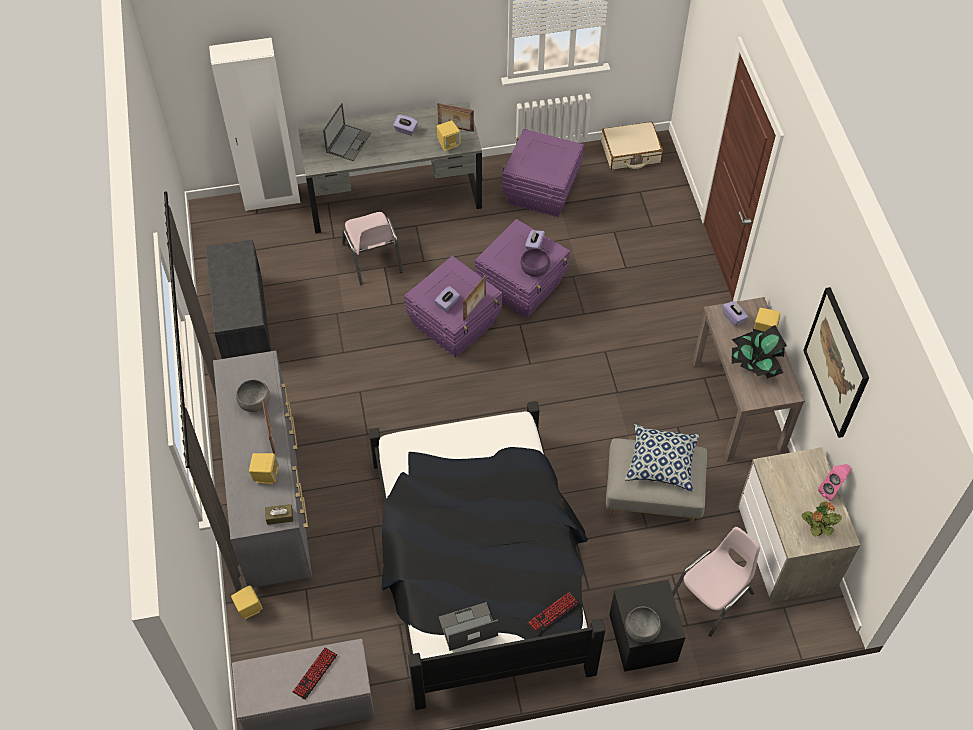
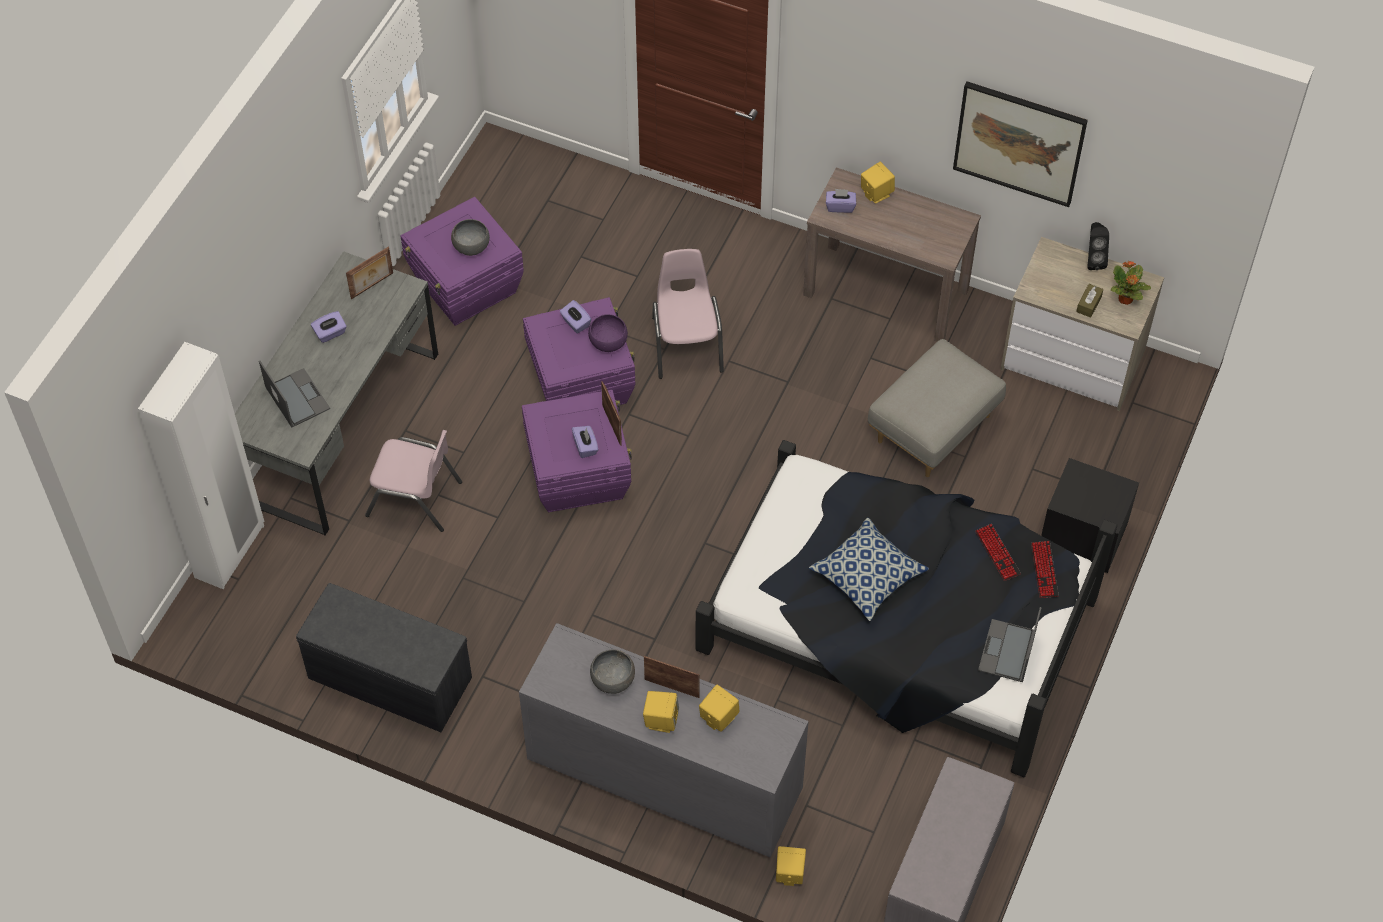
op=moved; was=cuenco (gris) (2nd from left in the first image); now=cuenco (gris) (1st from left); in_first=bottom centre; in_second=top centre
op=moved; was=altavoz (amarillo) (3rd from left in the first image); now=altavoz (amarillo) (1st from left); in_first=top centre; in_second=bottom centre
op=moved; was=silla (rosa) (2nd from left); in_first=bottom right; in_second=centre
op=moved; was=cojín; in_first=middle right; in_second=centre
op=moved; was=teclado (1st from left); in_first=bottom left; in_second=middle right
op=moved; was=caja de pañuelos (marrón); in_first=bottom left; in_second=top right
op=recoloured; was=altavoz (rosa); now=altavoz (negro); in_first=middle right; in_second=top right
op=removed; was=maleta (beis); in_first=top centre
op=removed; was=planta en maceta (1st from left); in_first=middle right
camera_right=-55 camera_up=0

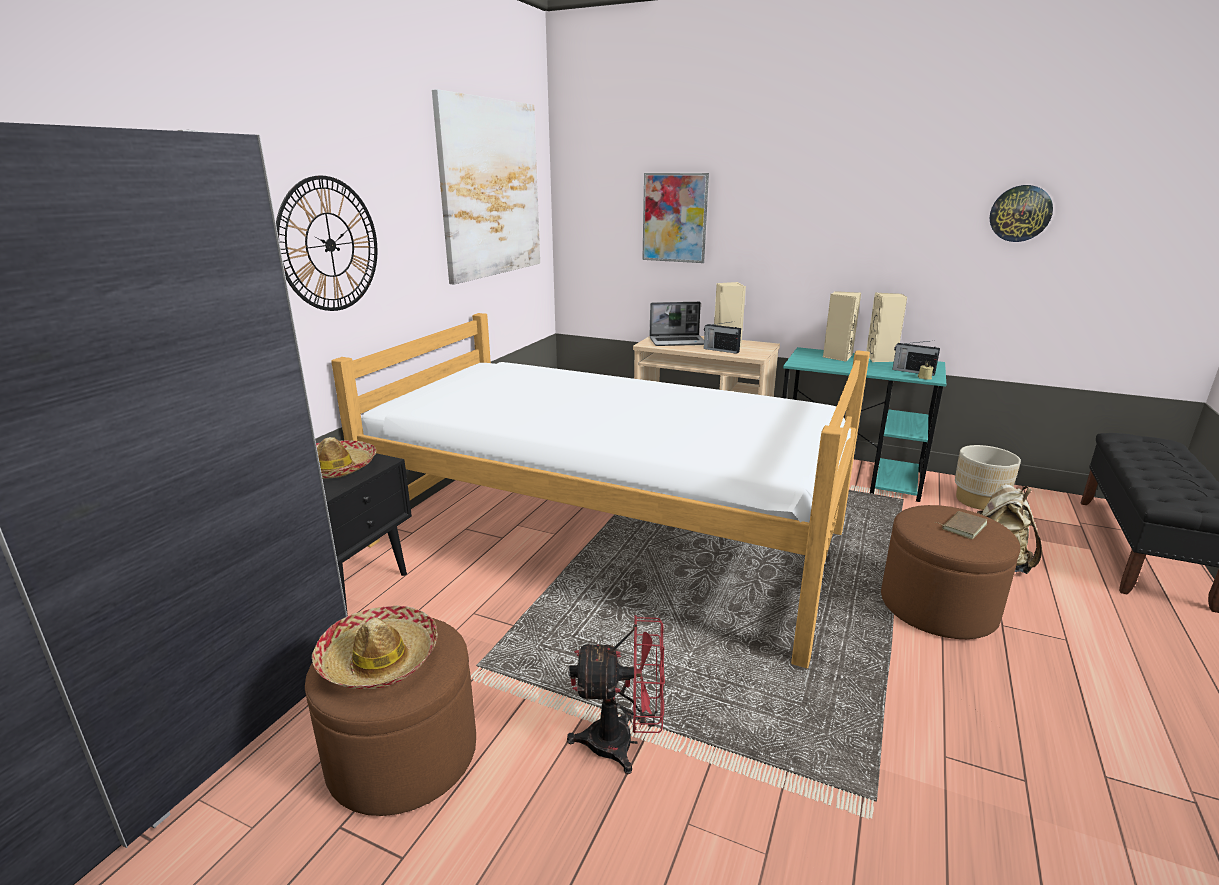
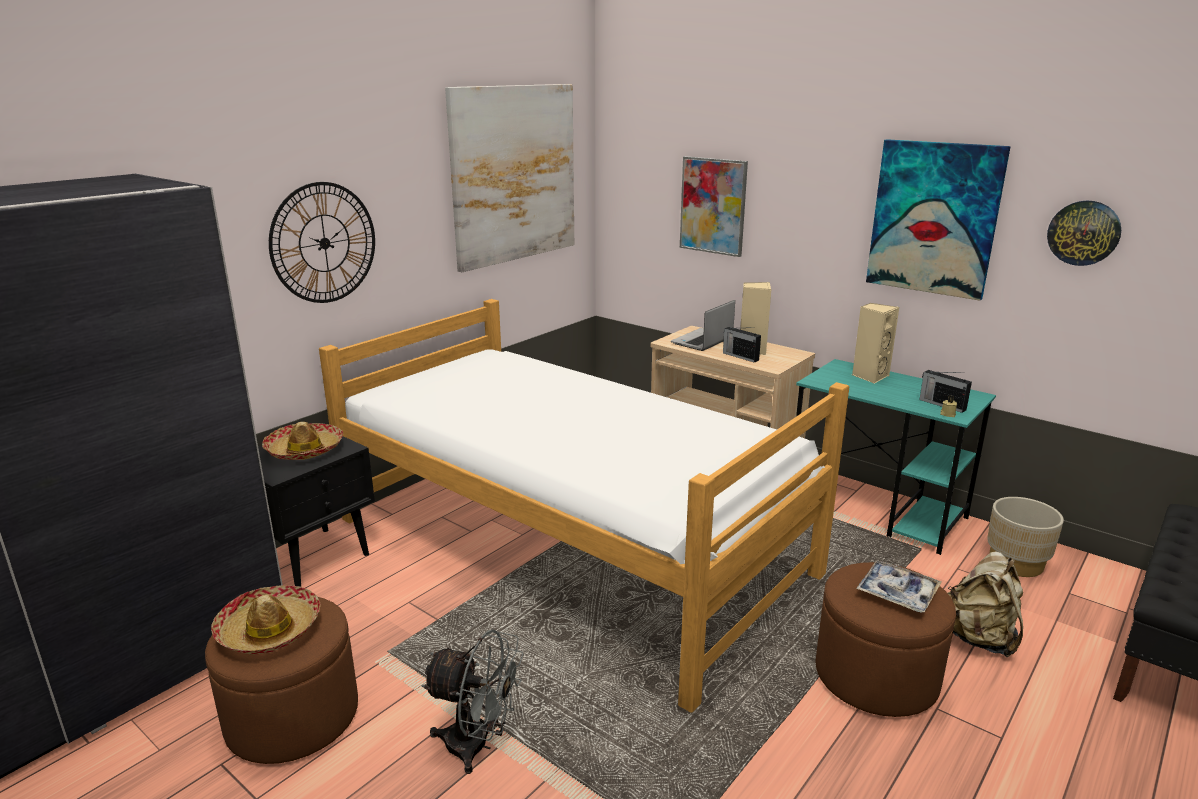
op=recoloured; was=ventilador (rojo); now=ventilador (gris); in_first=bottom centre; in_second=bottom centre
op=turned; was=portátil; in_first=centre; in_second=centre; clockwise=120
op=replaced; was=libro (marrón); now=bandeja; in_first=middle right; in_second=bottom right
op=added; now=cuadro (3rd from left); in_second=top right
op=removed; was=altavoz (beis) (3rd from left); in_first=middle right
camera_right=15 camera_up=0

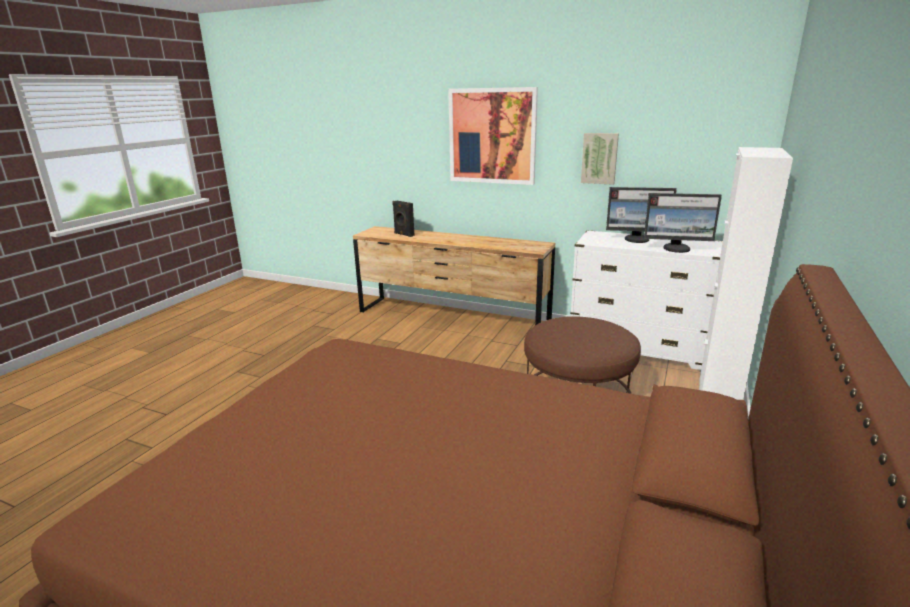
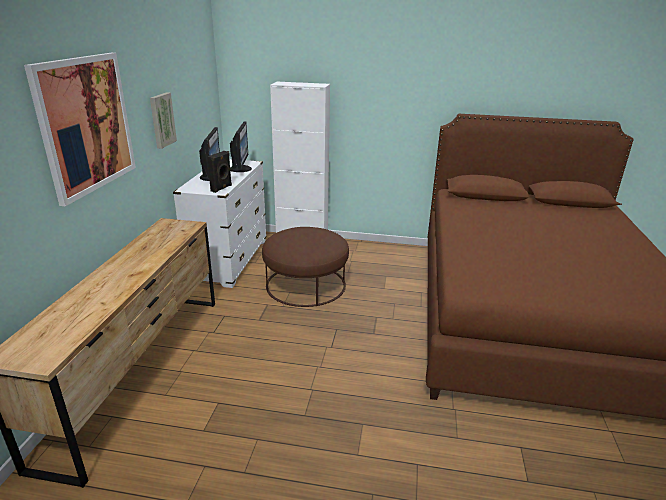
op=moved; was=altavoz (negro); in_first=centre; in_second=middle left
camera_right=-105 camera_up=5

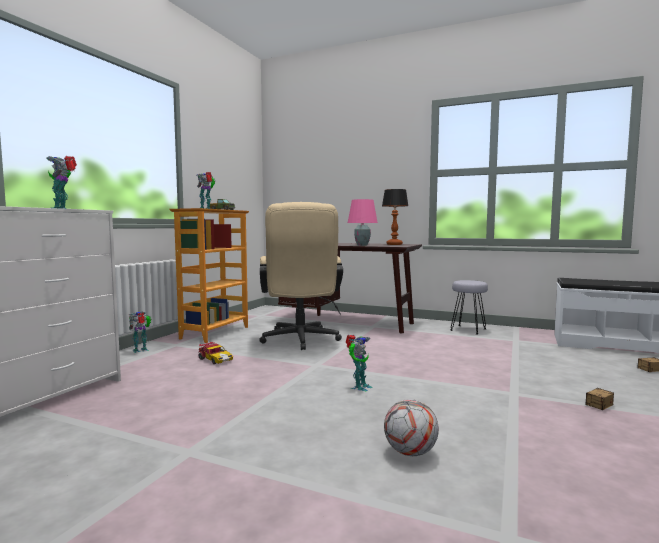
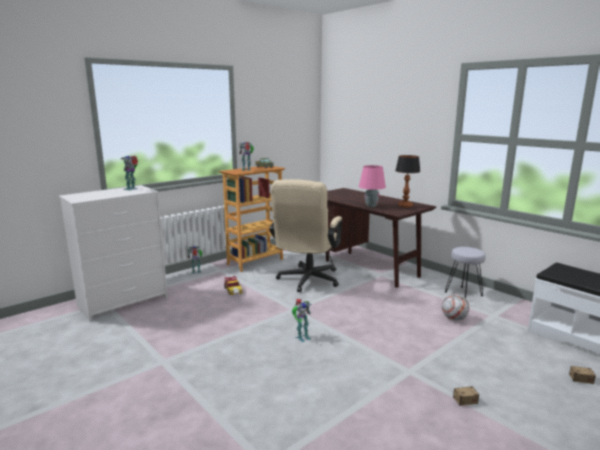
op=moved; was=balón de fútbol; in_first=bottom centre; in_second=bottom right
camera_right=25 camera_up=10

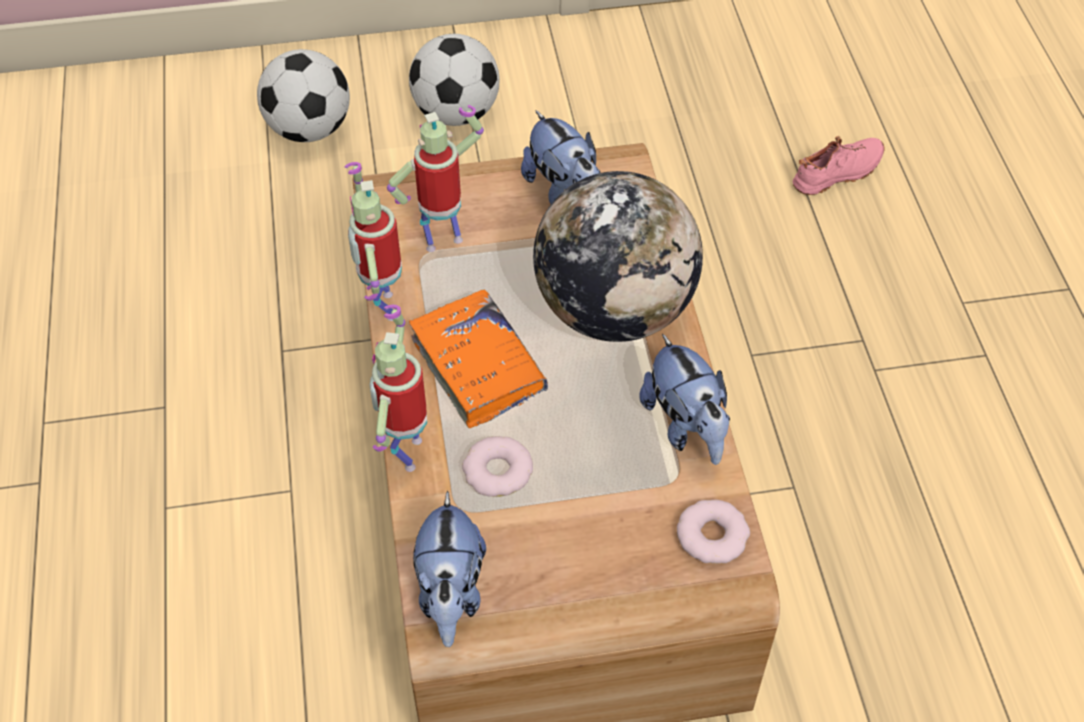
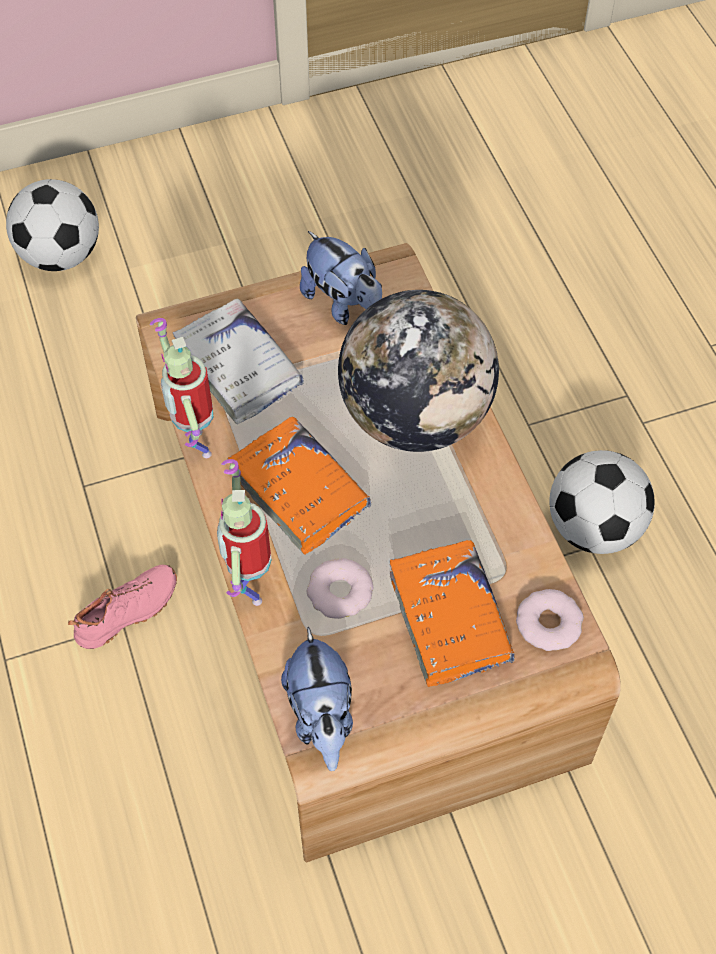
op=moved; was=zapato (rosa); in_first=top right; in_second=middle left
op=replaced; was=robot de juguete (3rd from left); now=libro (blanco); in_first=top centre; in_second=middle left
op=added; now=libro (naranja) (2nd from left); in_second=centre
op=moved; was=balón de fútbol (2nd from left); in_first=top centre; in_second=middle right
op=removed; was=peluche (3rd from left); in_first=centre
camera_right=-10 camera_up=5

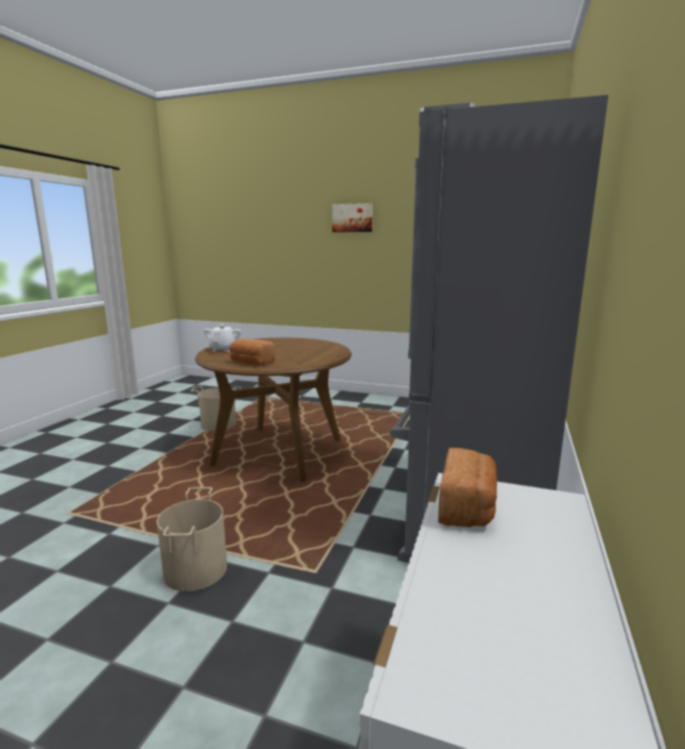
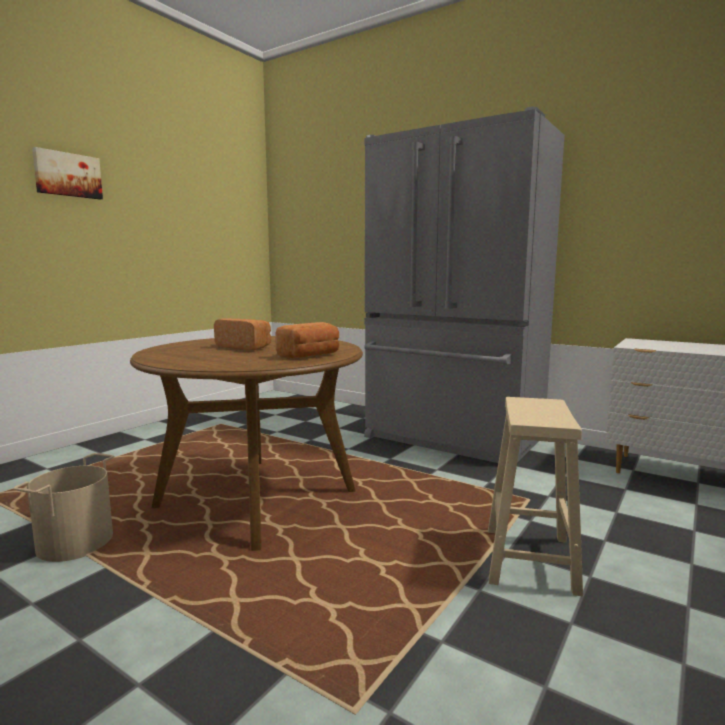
op=moved; was=pan (2nd from left in the first image); now=pan (1st from left); in_first=middle right; in_second=centre
op=replaced; was=cubo (beis) (1st from left); now=taburete (beis); in_first=bottom left; in_second=bottom right
op=removed; was=tetera (blanco); in_first=middle left
camera_right=-75 camera_up=-5

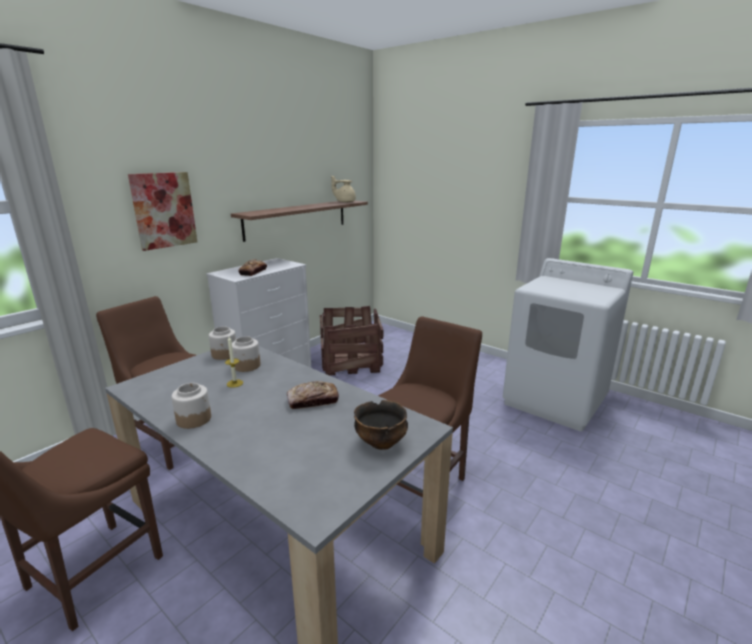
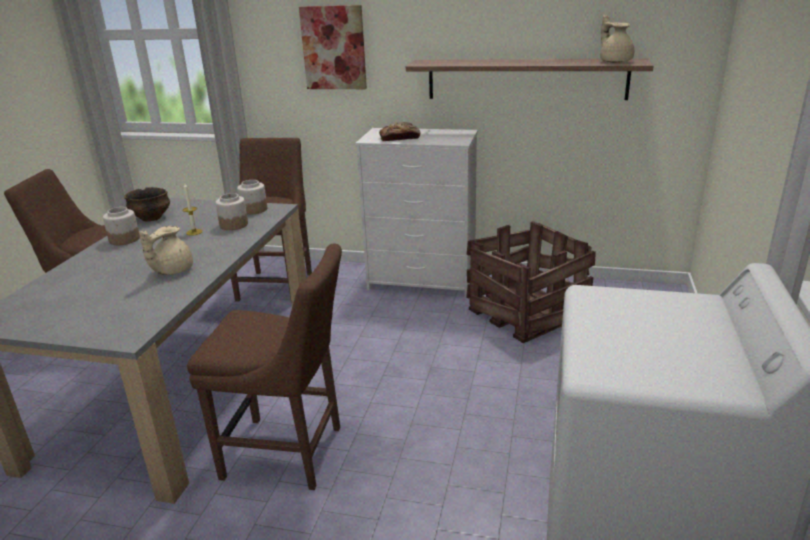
op=moved; was=cuenco; in_first=centre; in_second=middle left
op=replaced; was=pan (2nd from left); now=tetera (beis) (1st from left); in_first=centre; in_second=middle left
camera_right=65 camera_up=5

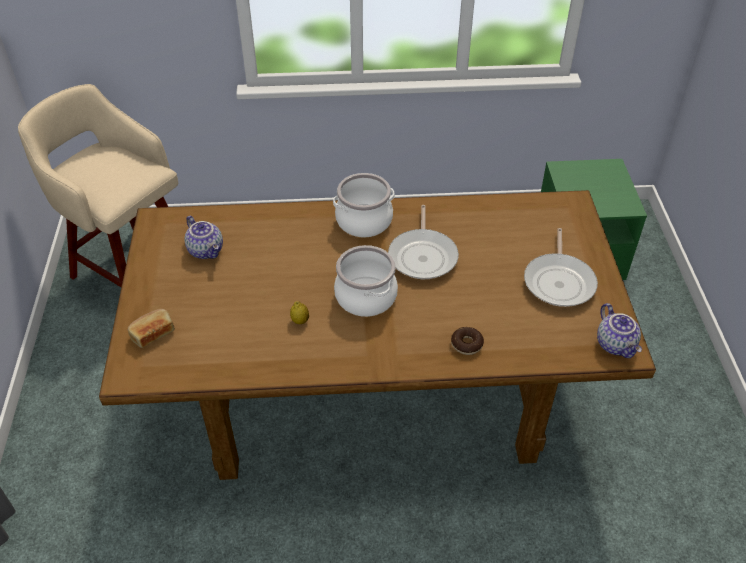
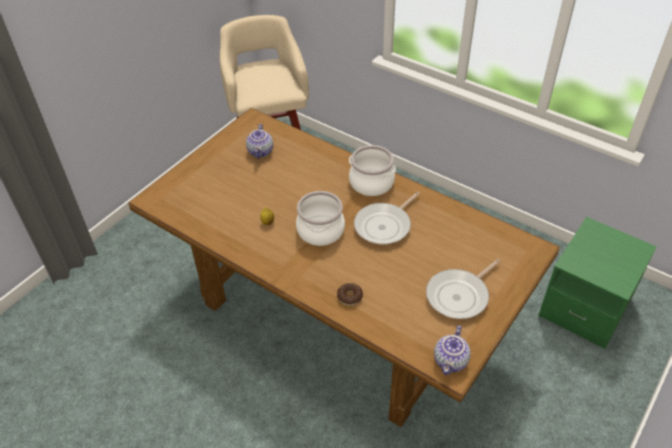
op=removed; was=pan; in_first=middle left
camera_right=40 camera_up=0

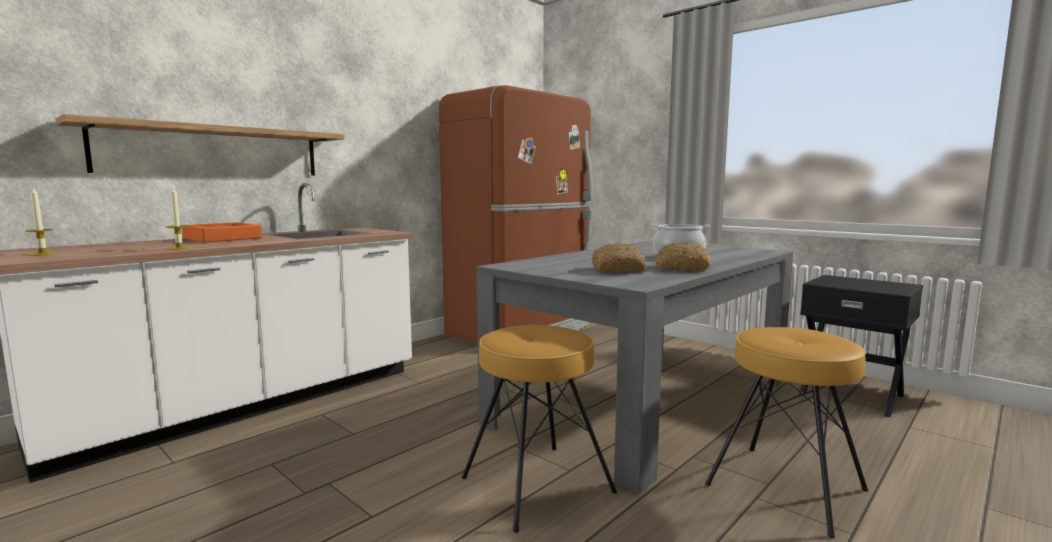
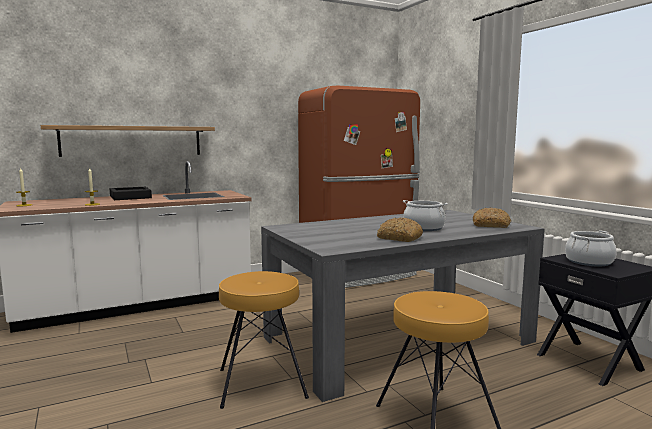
op=recoloured; was=bandeja (naranja); now=bandeja (negro); in_first=middle left; in_second=middle left
op=moved; was=pan (1st from left in the first image); now=pan (2nd from left); in_first=centre; in_second=middle right
op=added; now=olla (2nd from left); in_second=middle right
camera_right=20 camera_up=0

